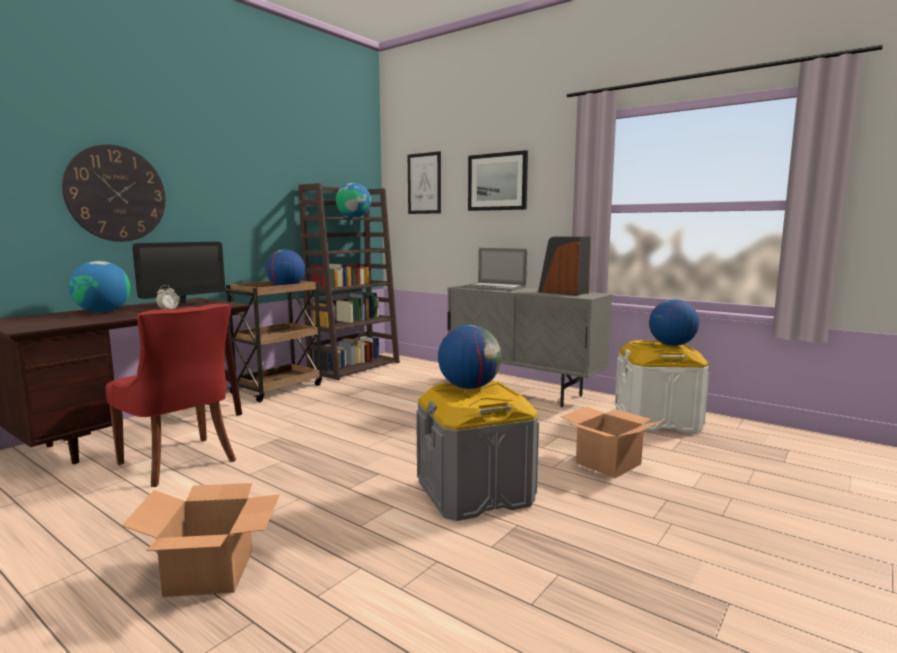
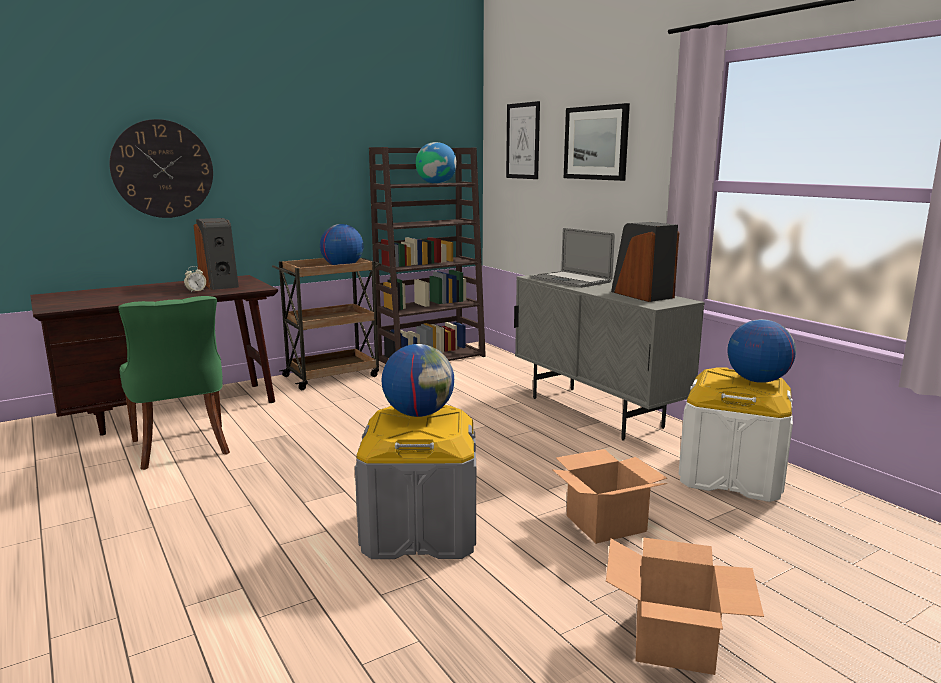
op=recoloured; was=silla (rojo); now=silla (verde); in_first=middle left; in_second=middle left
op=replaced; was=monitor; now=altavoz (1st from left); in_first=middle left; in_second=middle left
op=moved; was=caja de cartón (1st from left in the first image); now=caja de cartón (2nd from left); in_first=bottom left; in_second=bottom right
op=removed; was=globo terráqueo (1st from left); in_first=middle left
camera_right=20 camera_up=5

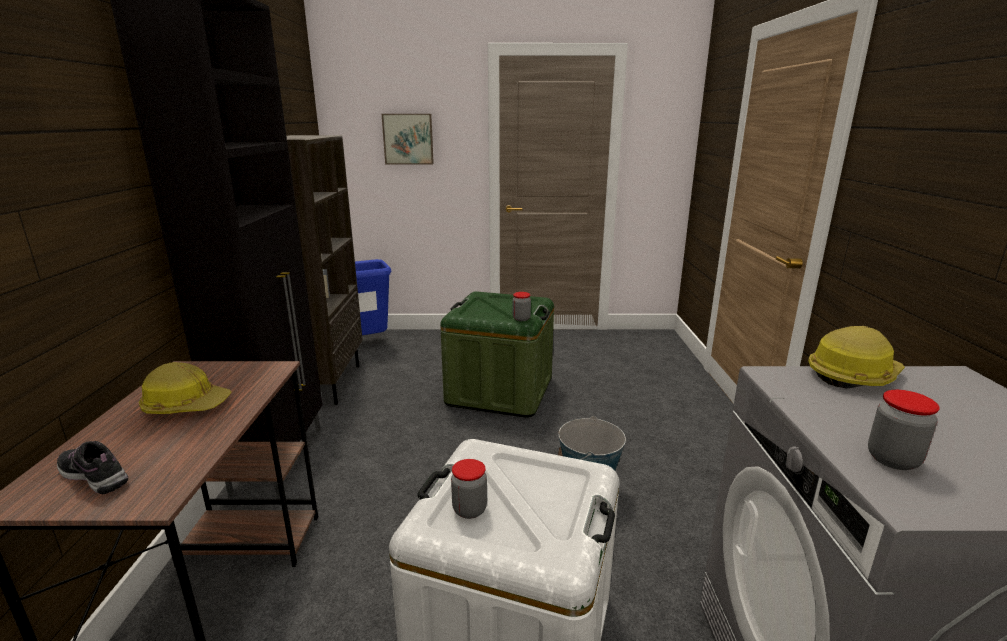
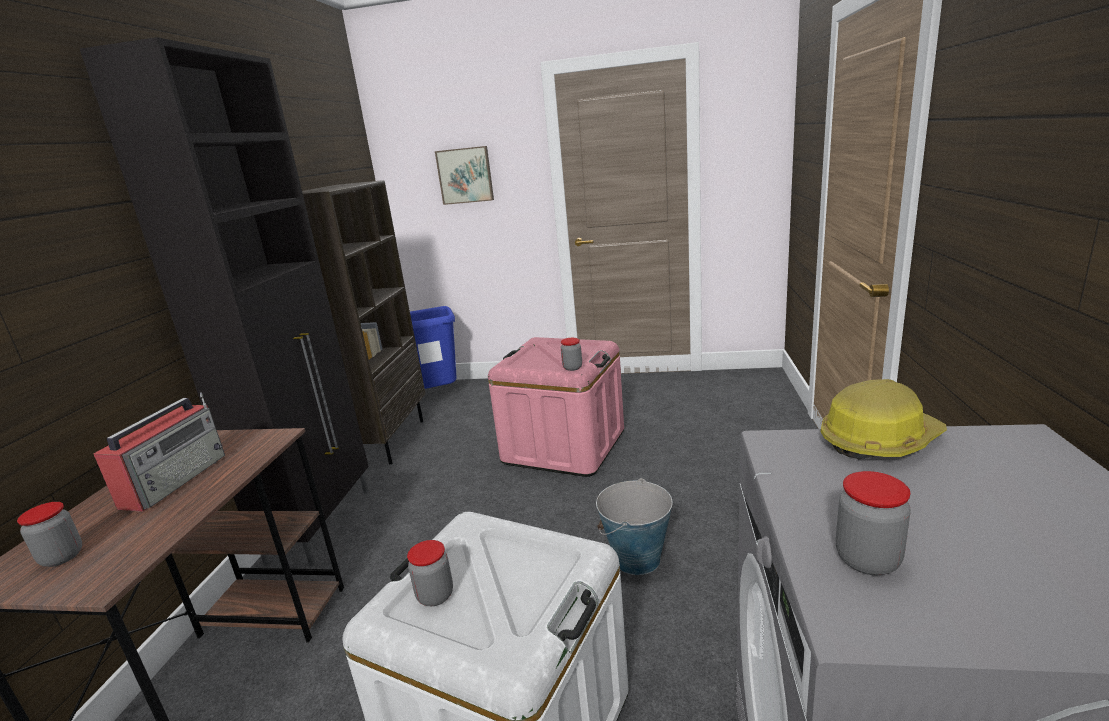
op=replaced; was=zapato; now=tarro (1st from left); in_first=bottom left; in_second=bottom left
op=replaced; was=casco (1st from left); now=radio; in_first=middle left; in_second=middle left
op=recoloured; was=caja de almacenaje (verde); now=caja de almacenaje (rosa); in_first=centre; in_second=centre
camera_right=10 camera_up=0

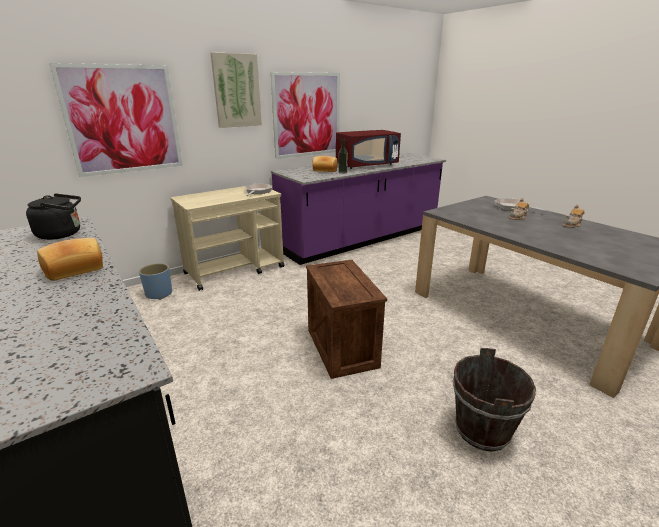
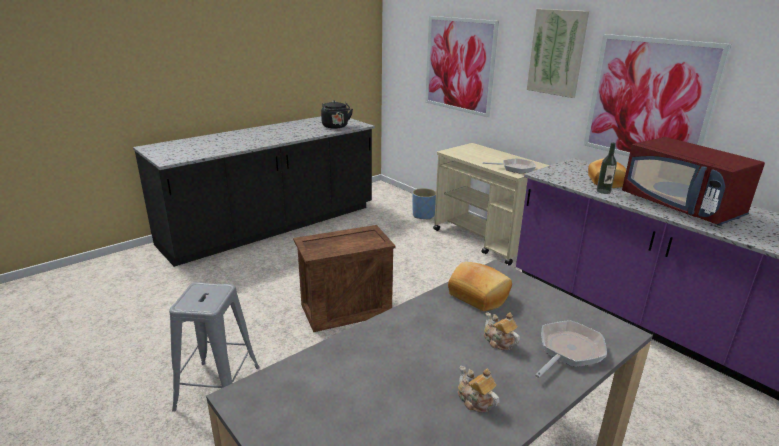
op=replaced; was=cubo (marrón); now=taburete (gris); in_first=bottom right; in_second=bottom left
op=moved; was=pan (1st from left); in_first=middle left; in_second=centre
camera_right=85 camera_up=0

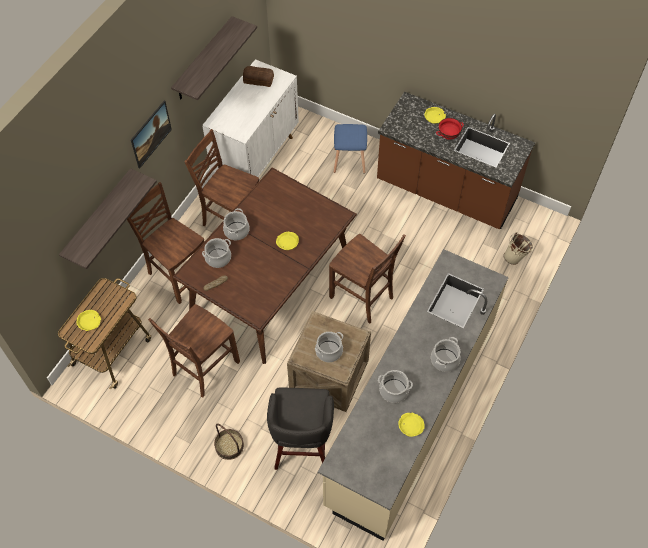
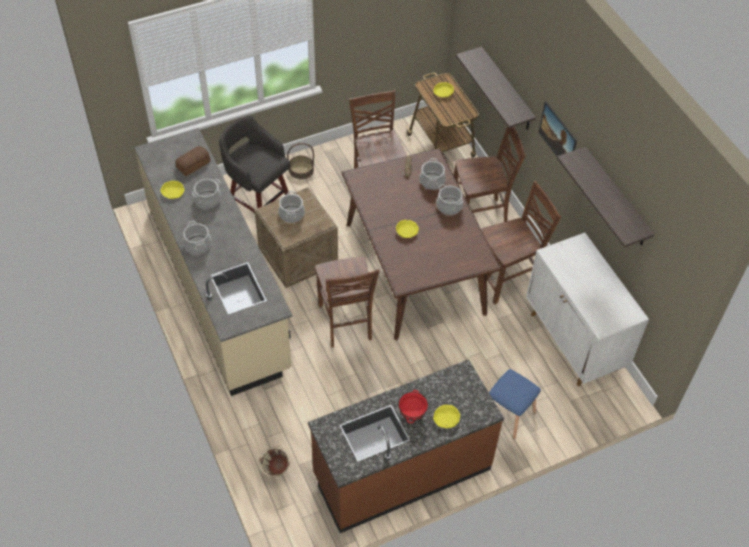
op=moved; was=pan (2nd from left in the first image); now=pan (1st from left); in_first=top centre; in_second=top left
op=turned; was=silla (marrón) (4th from left in the first image); in_first=centre; in_second=centre; clockwise=-90
camera_right=125 camera_up=-5

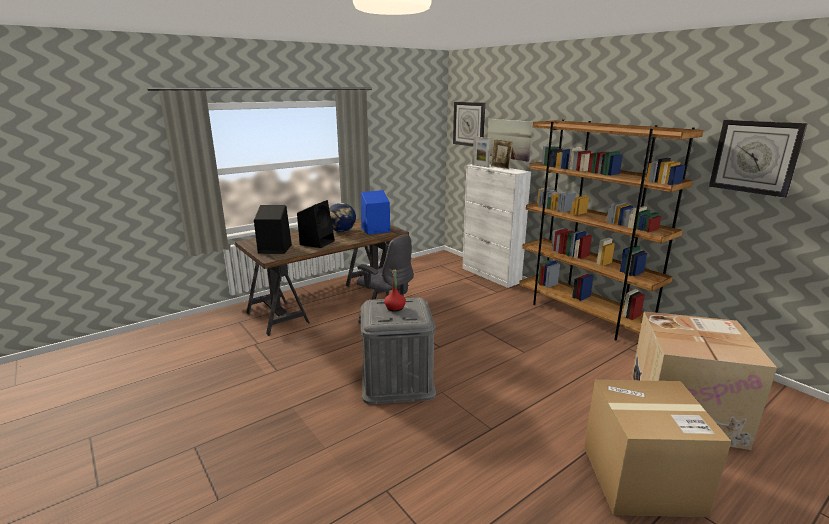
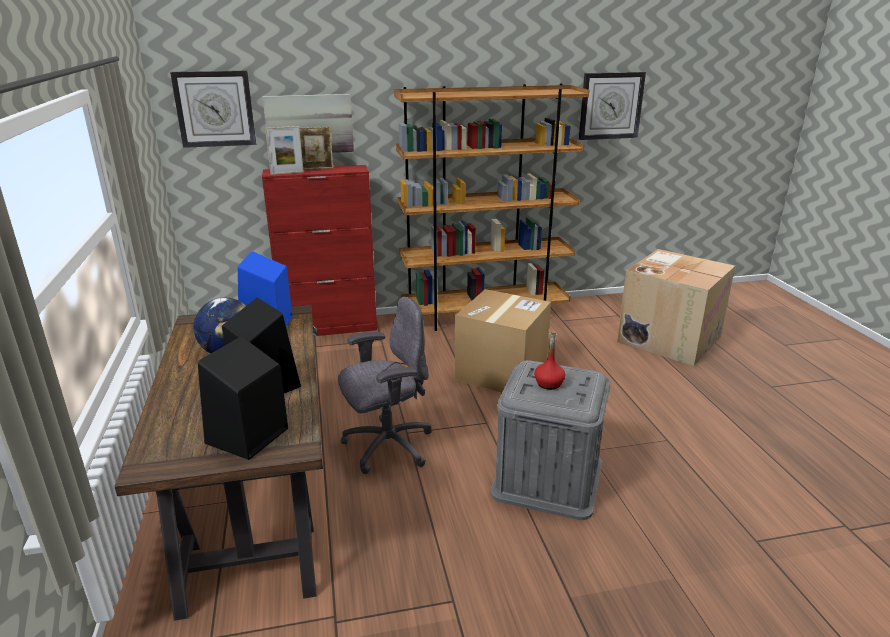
op=recoloured; was=armario (blanco); now=armario (rojo); in_first=centre; in_second=centre
op=moved; was=caja de cartón (1st from left); in_first=bottom right; in_second=centre
camera_right=-65 camera_up=5

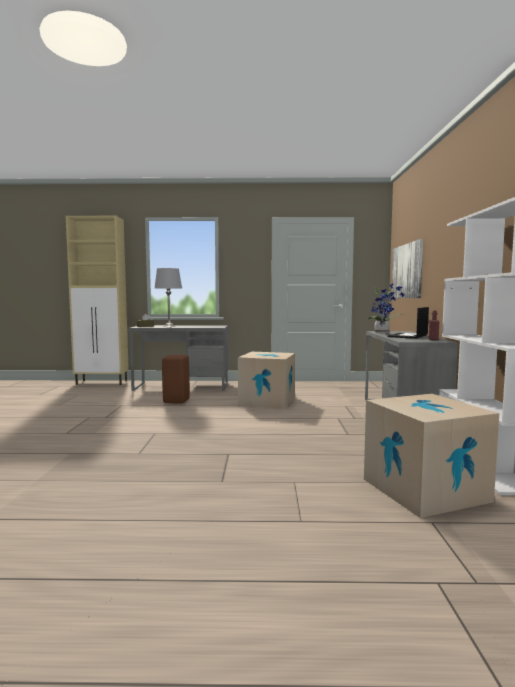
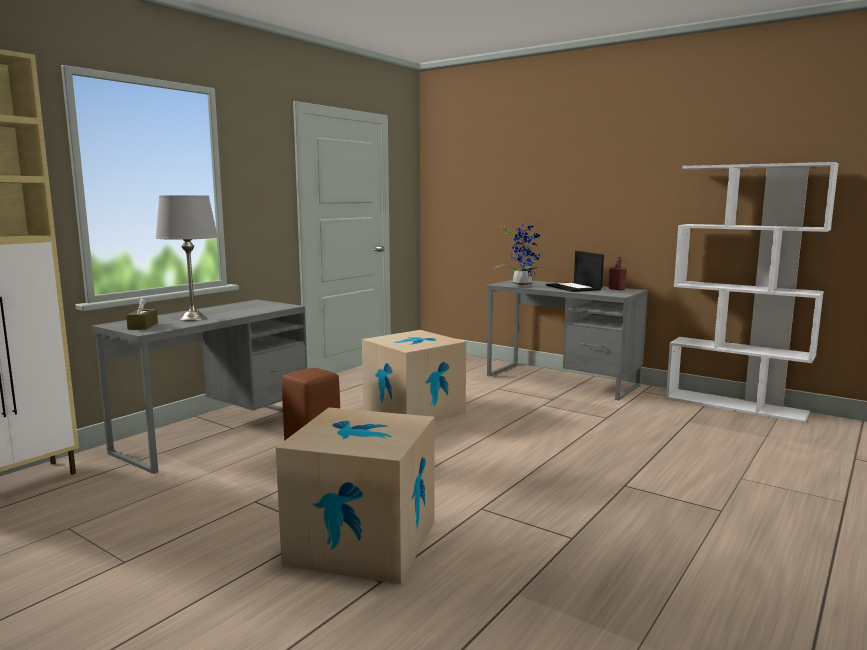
op=moved; was=caja de cartón (2nd from left in the first image); now=caja de cartón (1st from left); in_first=middle right; in_second=bottom centre
op=removed; was=cuadro; in_first=middle right
camera_right=-55 camera_up=5

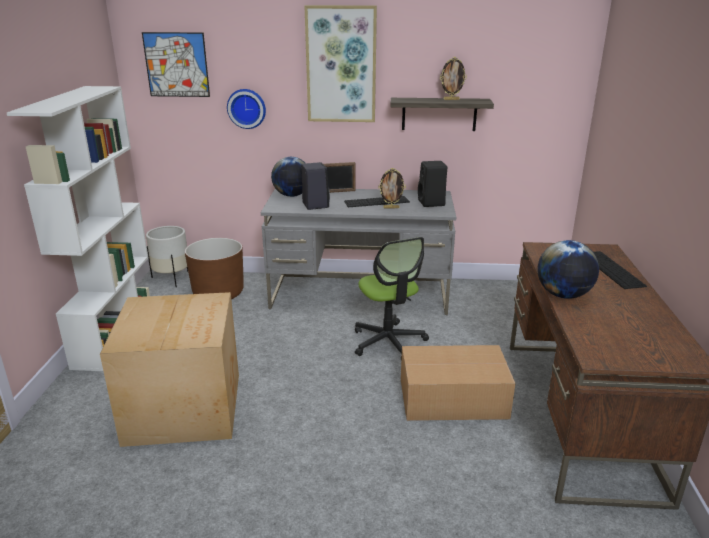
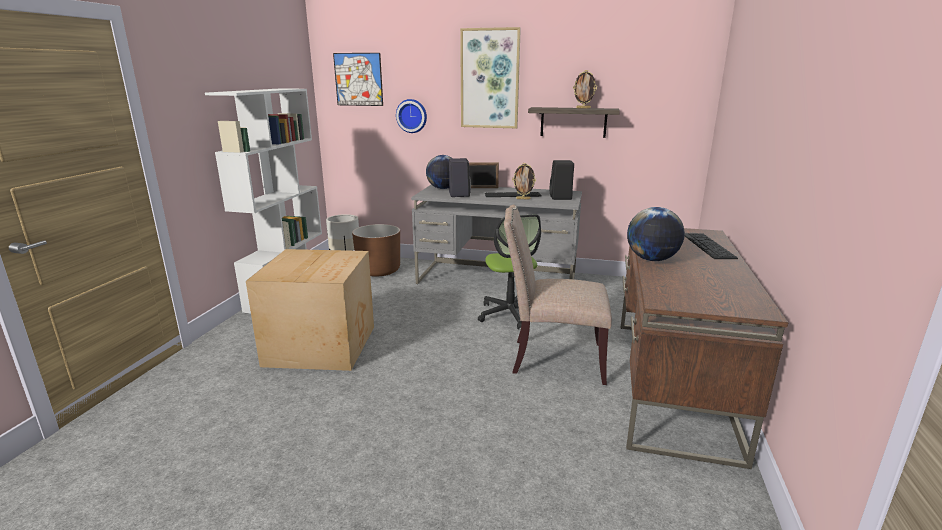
op=replaced; was=caja de cartón (2nd from left); now=silla (beis); in_first=bottom centre; in_second=centre
camera_right=10 camera_up=-5

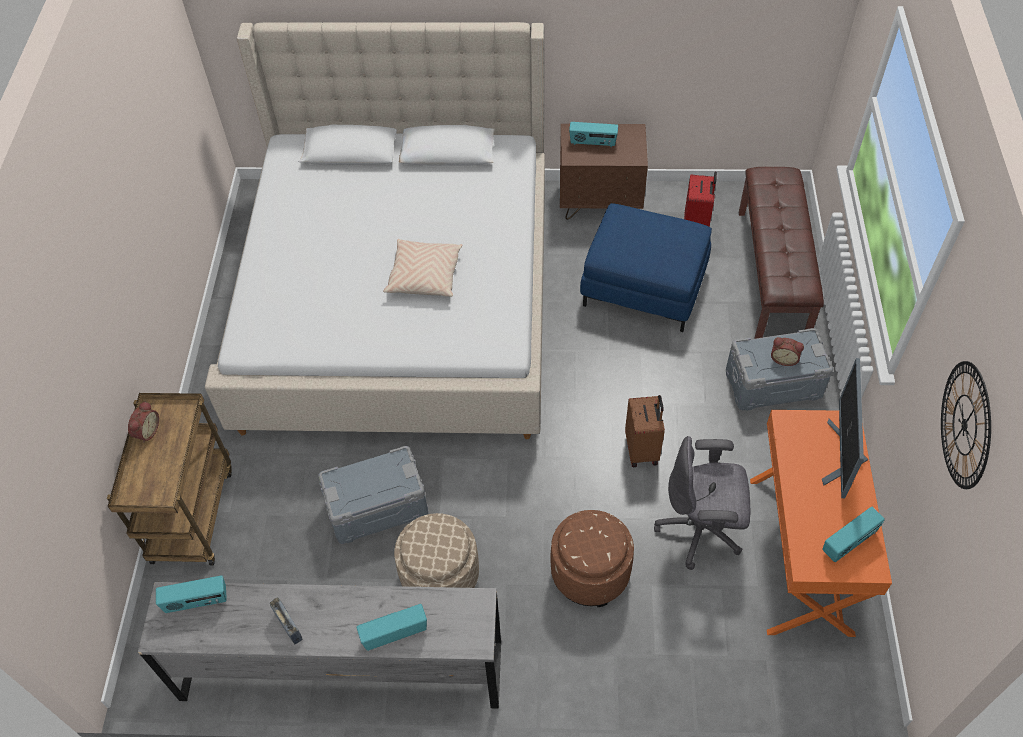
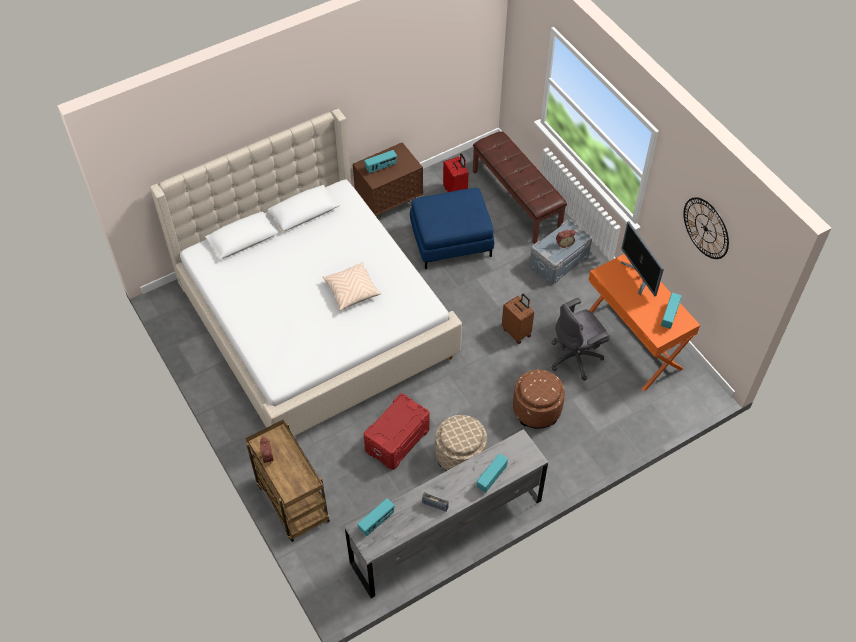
op=recoloured; was=caja de almacenaje (gris) (1st from left); now=caja de almacenaje (rojo); in_first=bottom centre; in_second=bottom centre
camera_right=-35 camera_up=0

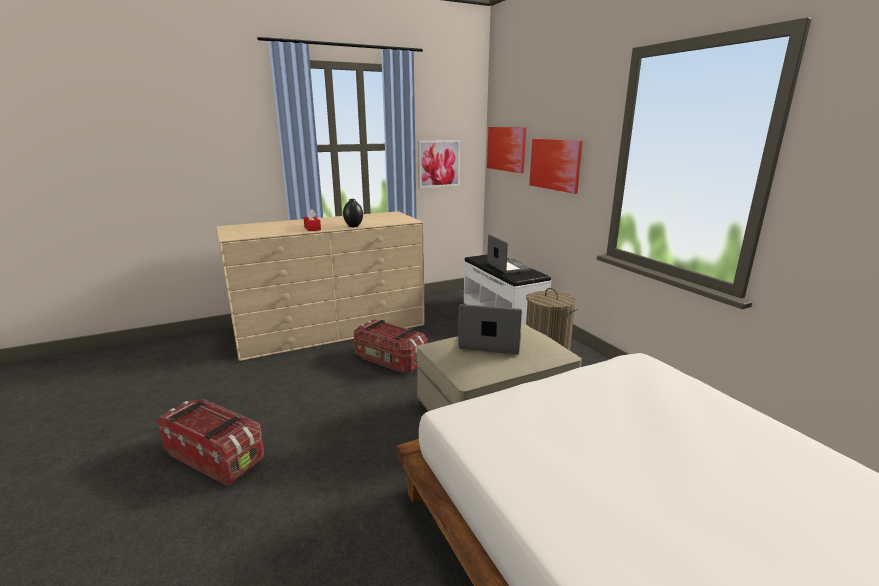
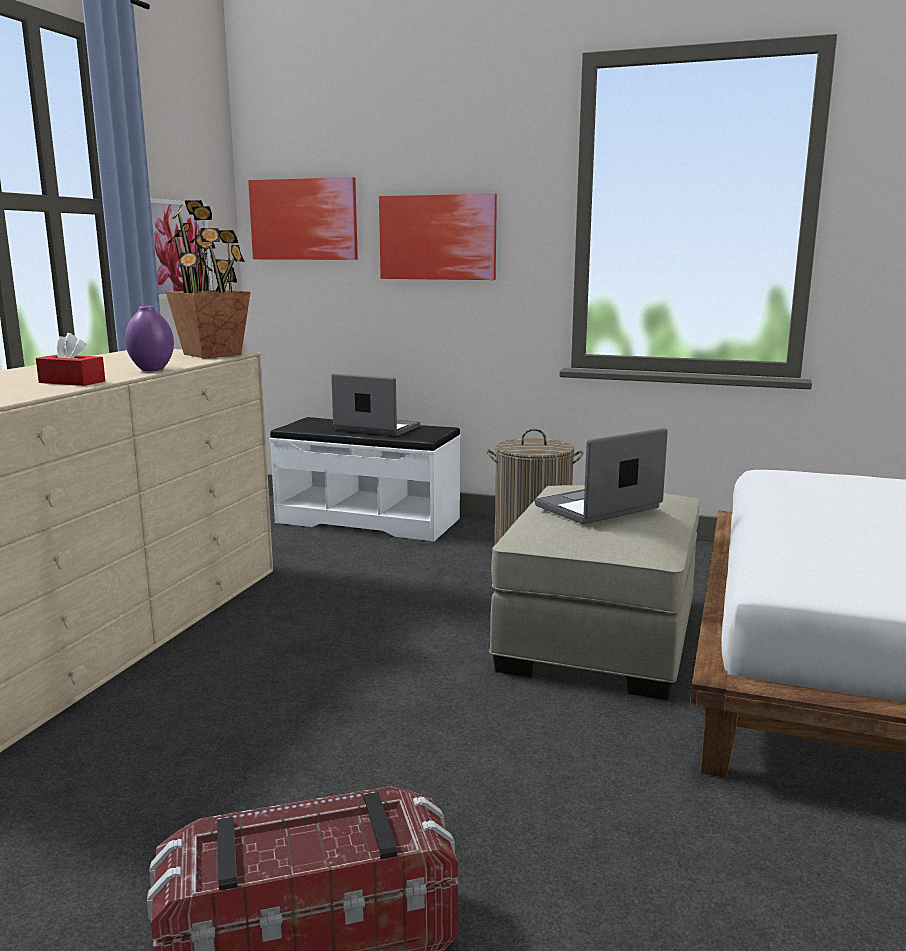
op=recoloured; was=florero (negro); now=florero (morado); in_first=centre; in_second=middle left
op=added; now=planta en maceta; in_second=top left
op=removed; was=caja de almacenaje (2nd from left); in_first=centre
camera_right=-45 camera_up=-5

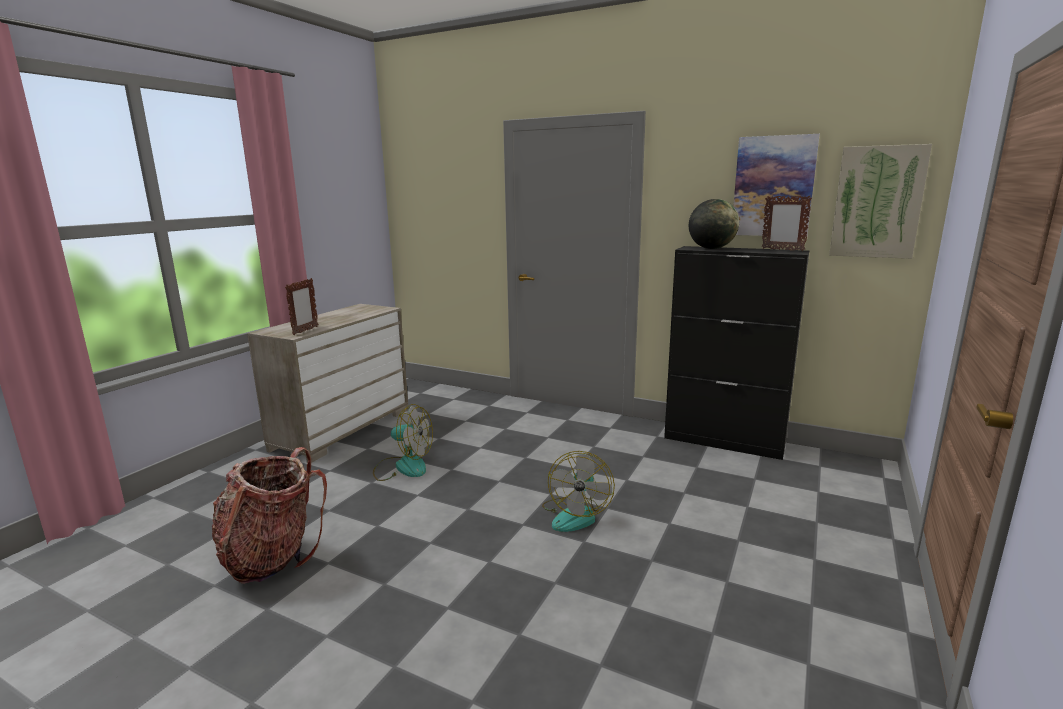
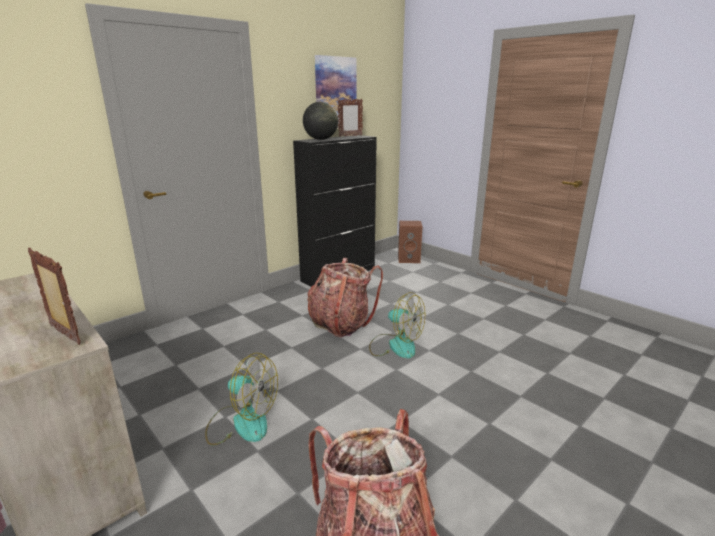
op=turned; was=ventilador (1st from left); in_first=centre; in_second=bottom centre; clockwise=75
op=added; now=mochila (1st from left); in_second=centre
op=added; now=altavoz (marrón); in_second=centre
op=removed; was=cuadro (2nd from left); in_first=top right
camera_right=-70 camera_up=5

